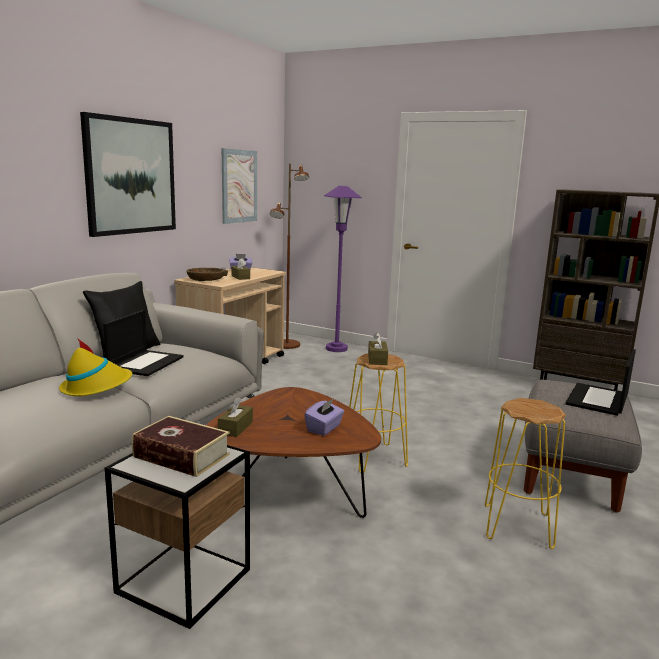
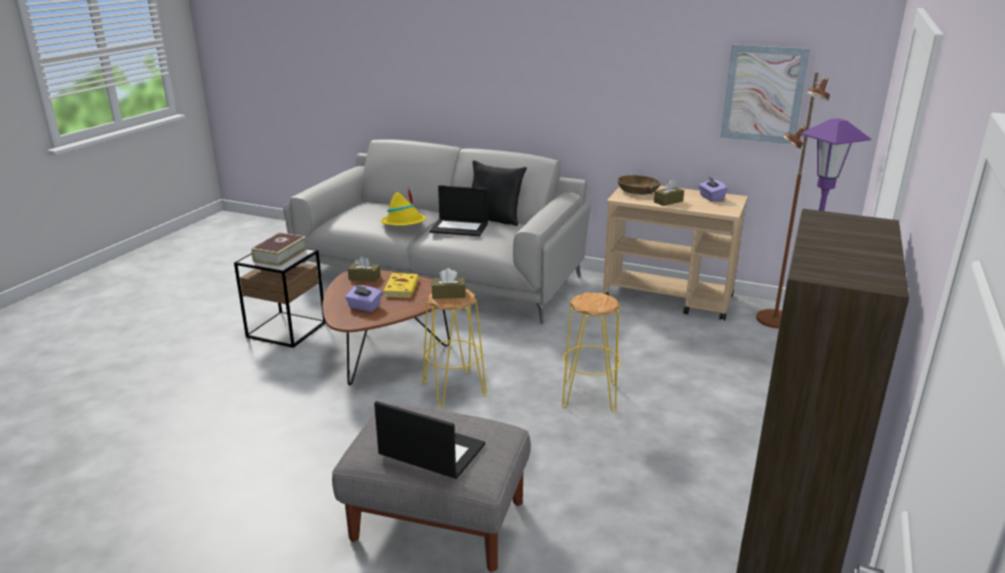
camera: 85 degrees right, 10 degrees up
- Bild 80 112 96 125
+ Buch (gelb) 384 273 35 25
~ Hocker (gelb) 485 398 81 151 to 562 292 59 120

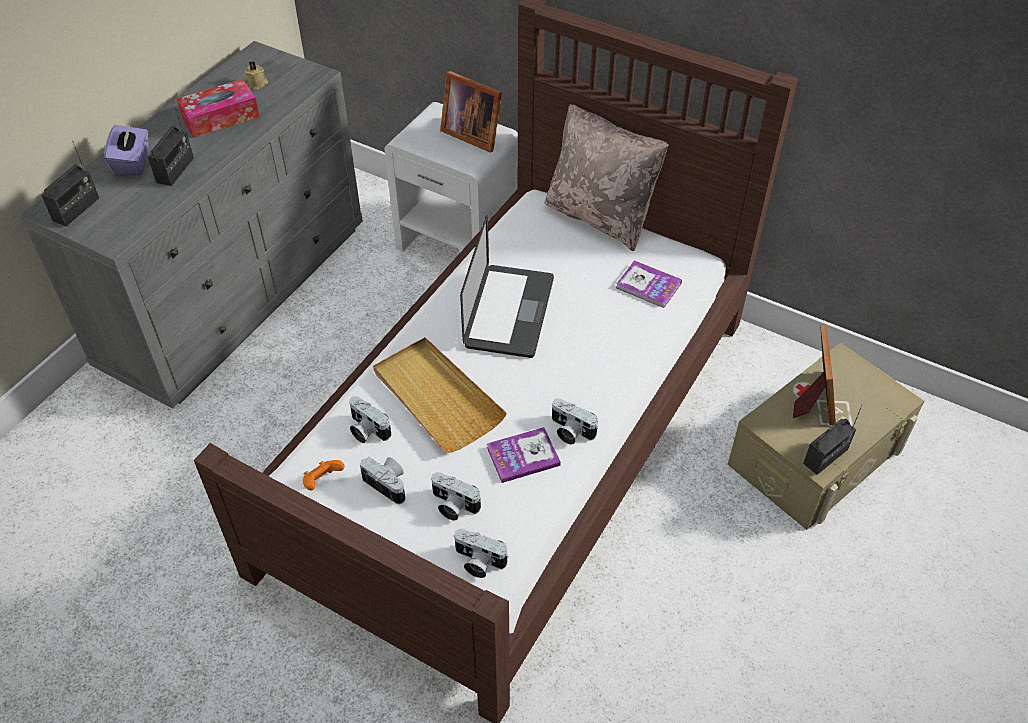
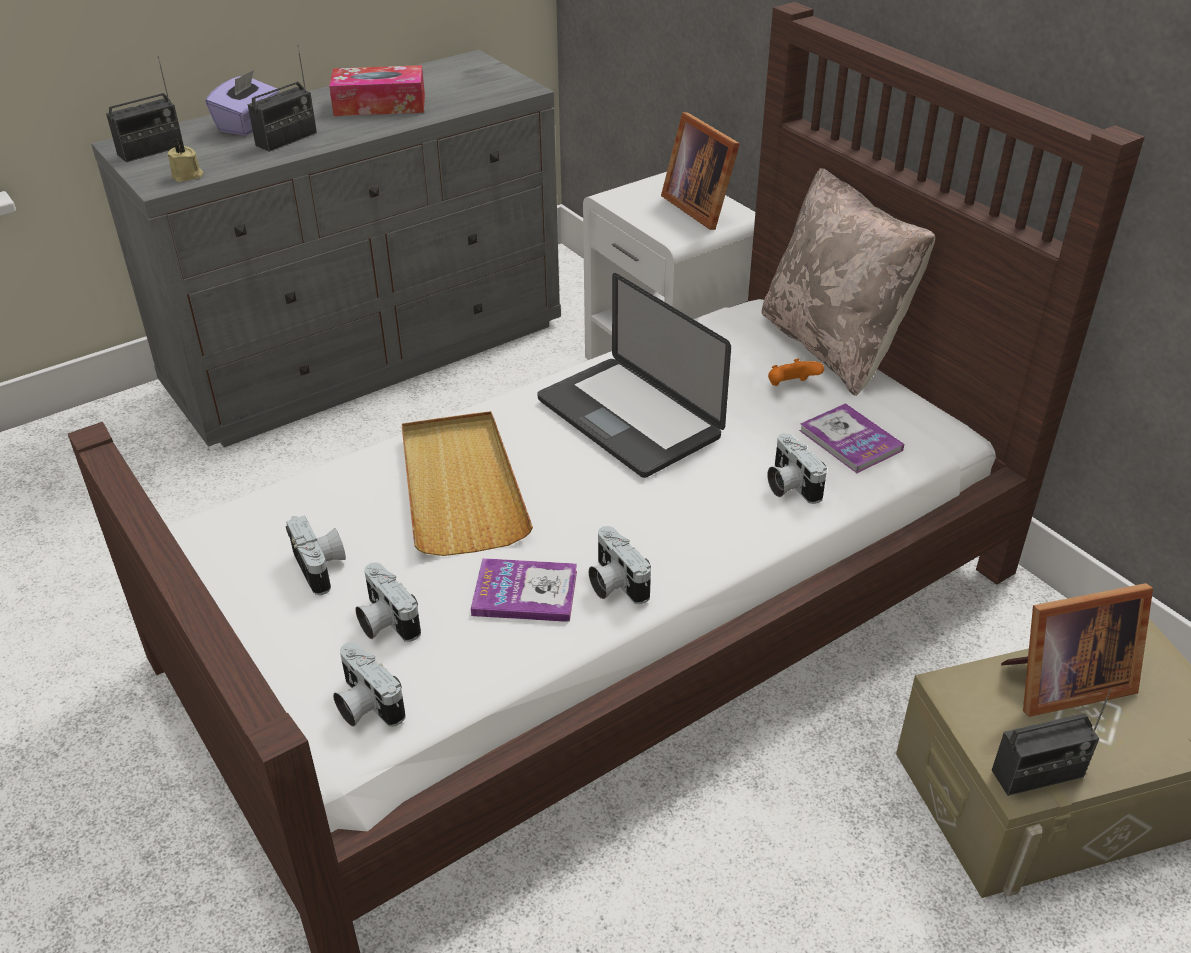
camera: 25 degrees right, 10 degrees down
~ Kerze (beige) 245 61 23 29 to 167 139 36 43
~ Gamepad (orange) 303 460 42 30 to 768 358 56 28
~ Kamera 349 396 43 47 to 767 433 60 71
~ Laptop 460 215 94 143 = 537 273 194 205 105 degrees clockwise
~ Bilderrahmen 793 325 43 100 = 1001 583 152 134 45 degrees clockwise

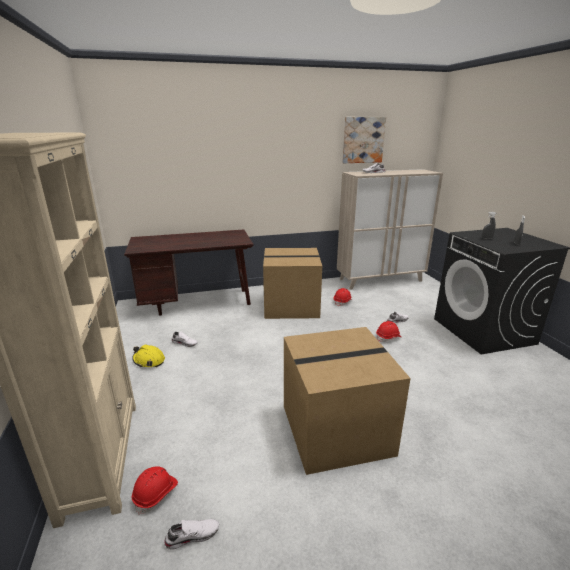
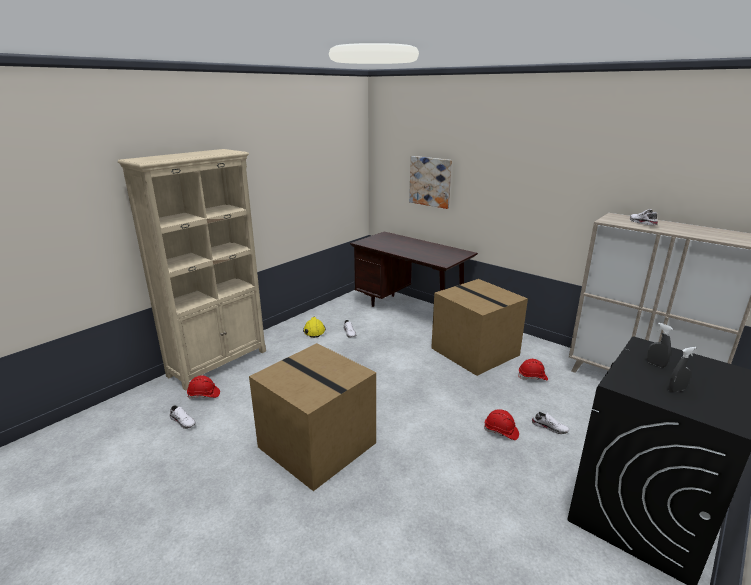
camera: 55 degrees right, 0 degrees up
~ Bild 342 117 44 46 to 409 156 43 53

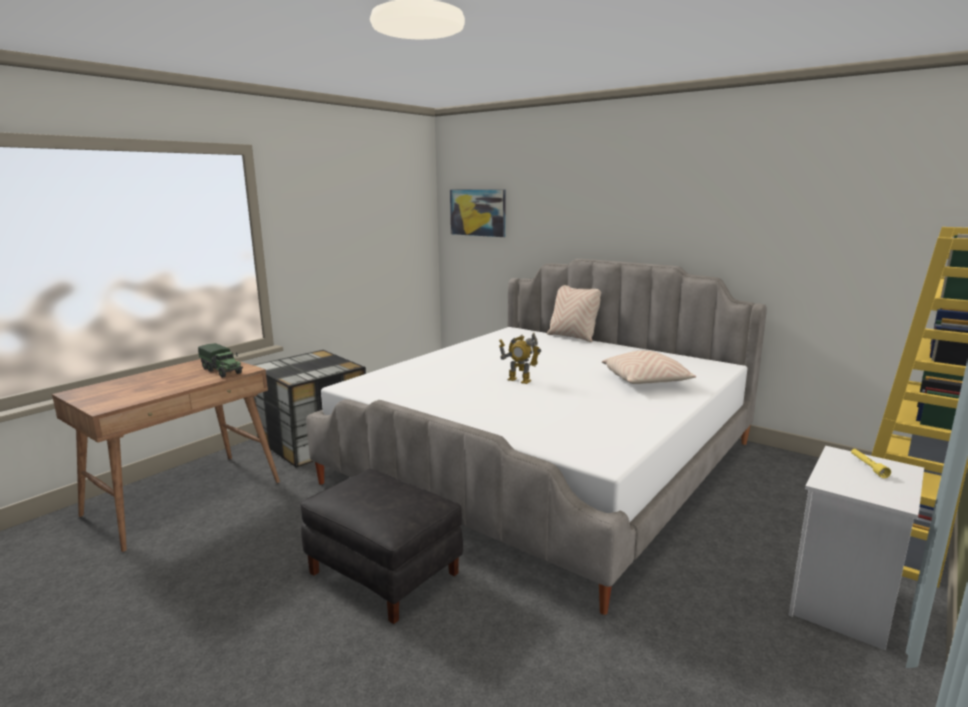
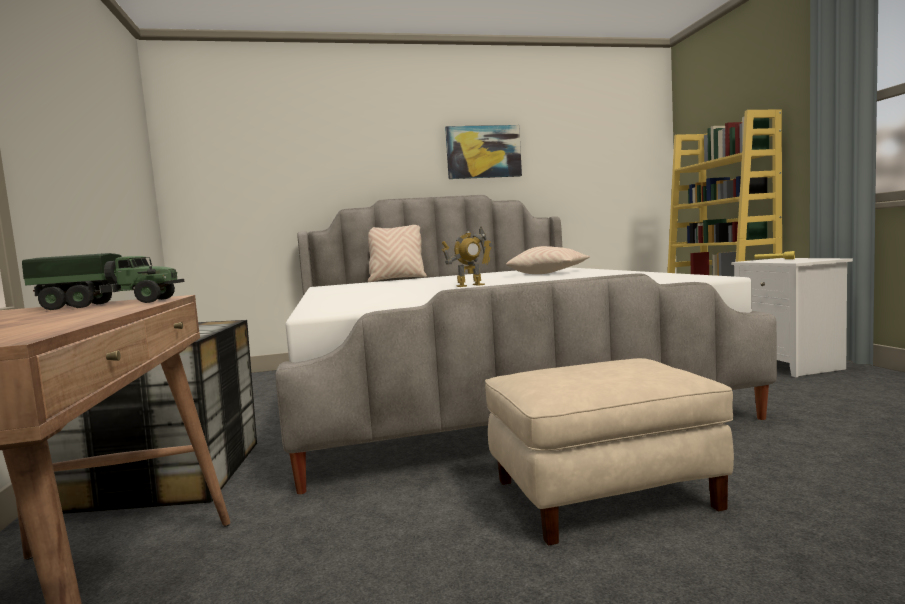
camera: 50 degrees left, 10 degrees down
~ Bild 450 190 55 47 to 445 125 77 54
~ Polsterhocker (schwarz) 300 469 163 155 to Polsterhocker (beige) 485 358 249 187

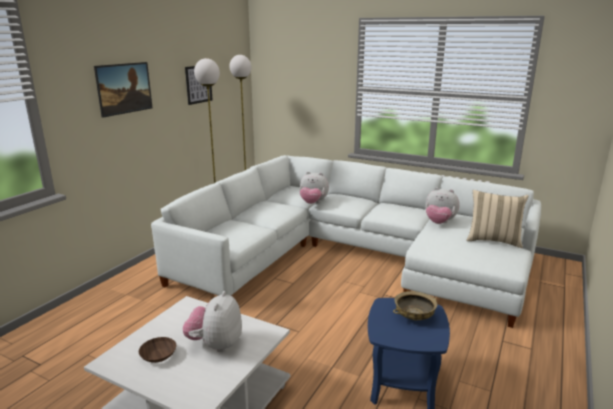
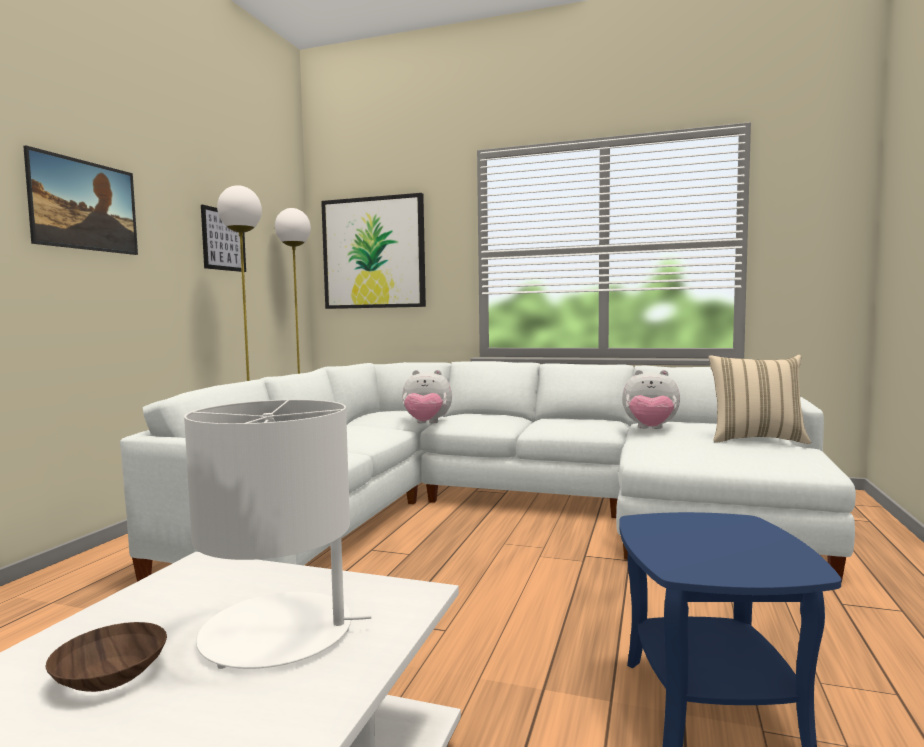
camera: 10 degrees left, 15 degrees down
- Schüssel (beige) 393 291 44 29
+ Bild 321 193 105 116
~ Plüschtier 183 291 59 61 to Tischlampe (weiß) 184 399 187 270

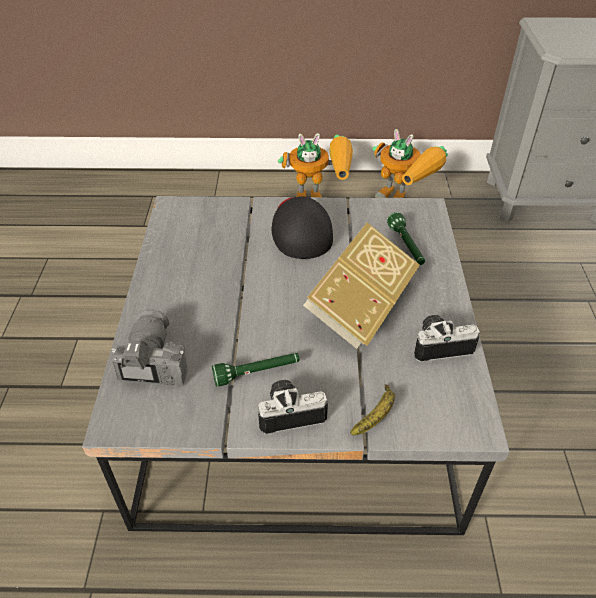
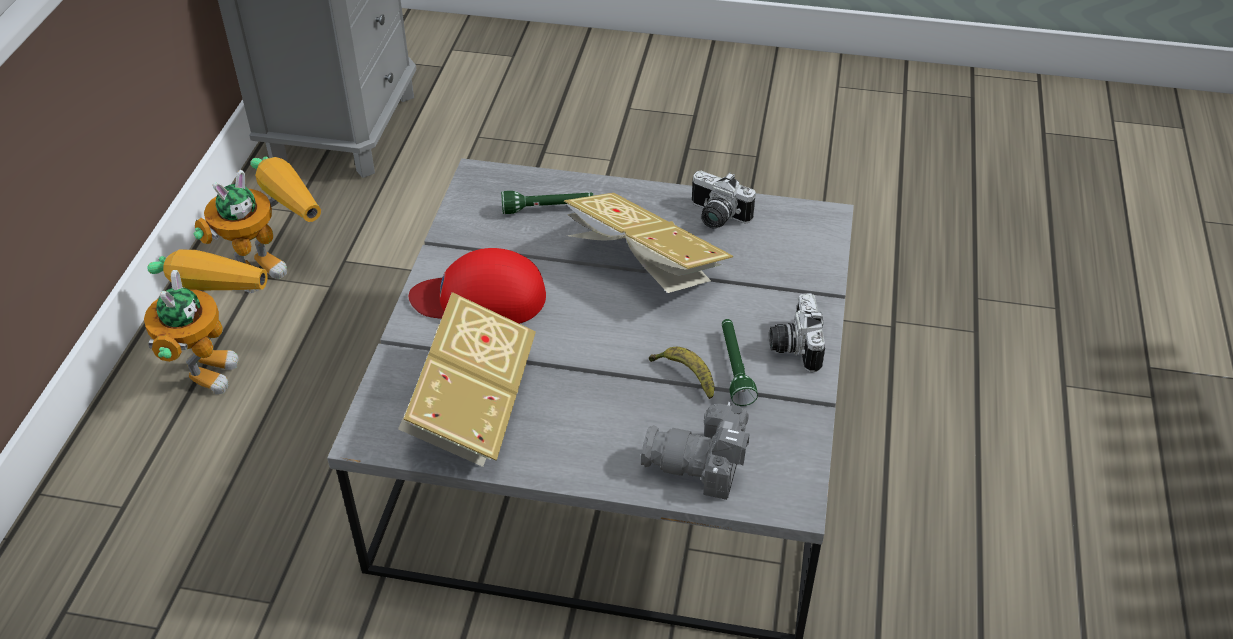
camera: 80 degrees left, 0 degrees up
+ Buch 398 292 138 175
~ Banane 350 384 45 51 to 648 347 67 52
~ Kappe (schwarz) 272 196 61 63 to Kappe (rot) 409 248 137 76
~ Kamera 414 315 66 47 = 692 171 64 58 60 degrees counterclockwise

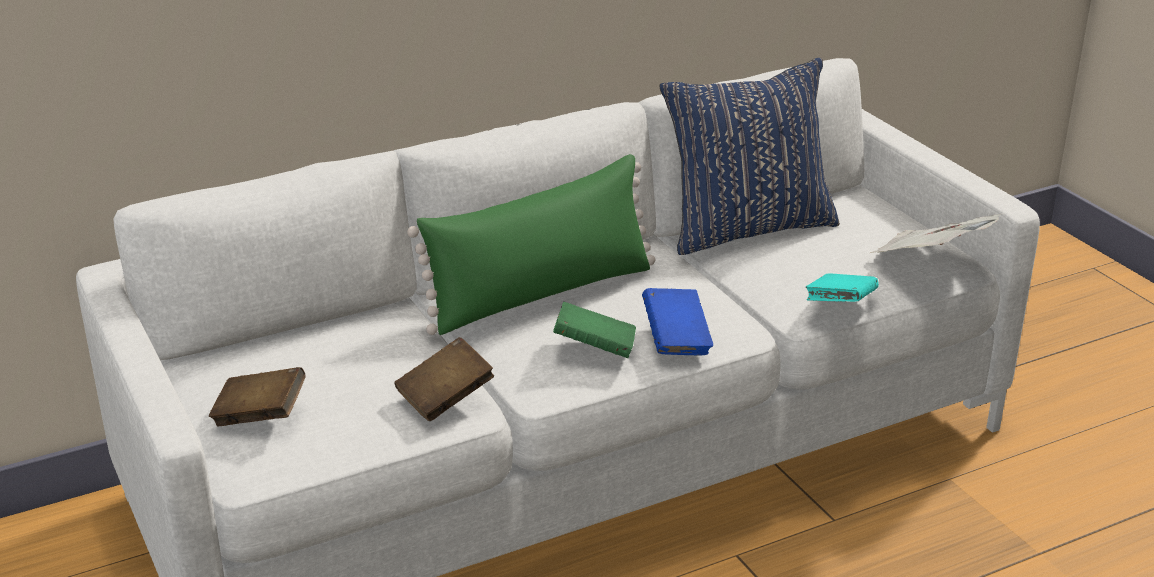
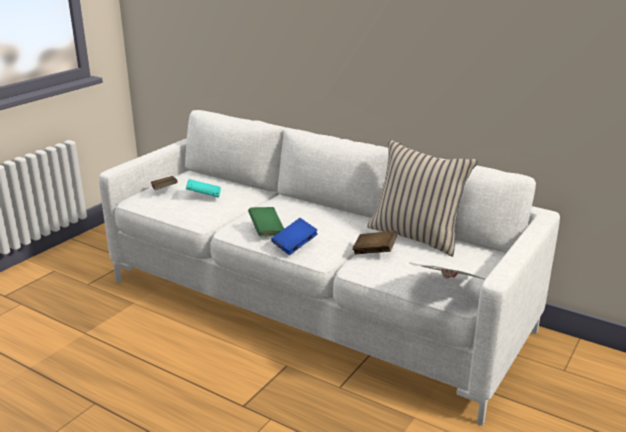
camera: 60 degrees right, 5 degrees down
- Kissen (grün) 407 154 248 181
~ Buch (braun) 394 337 100 84 to 352 231 46 23
~ Buch (türkis) 806 273 73 29 to 186 179 35 19
~ Kissen (blau) 660 58 180 197 to Kissen (beige) 367 140 111 117

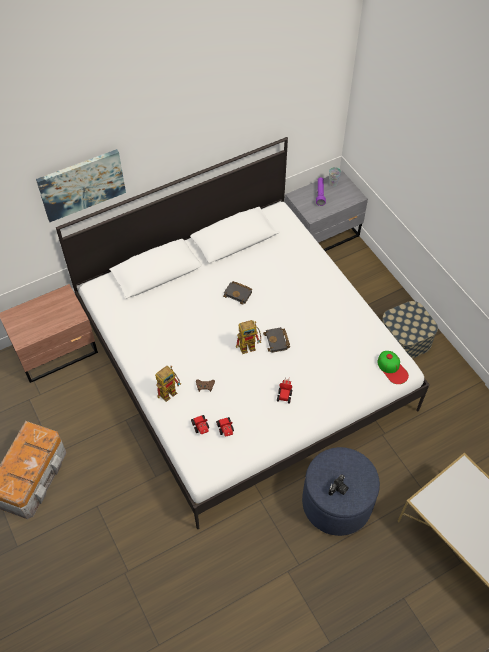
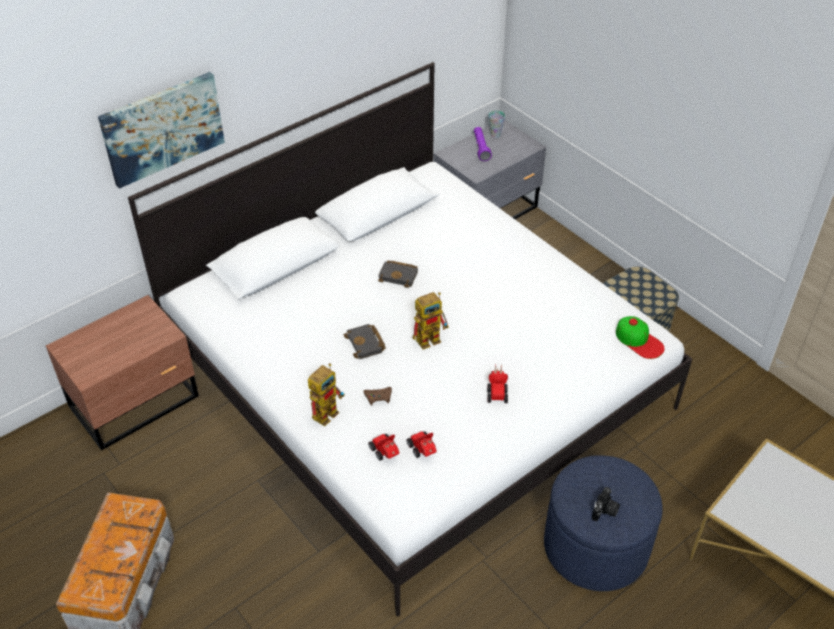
camera: 10 degrees left, 10 degrees down
~ Buch (schwarz) 263 327 27 26 to 343 324 43 35

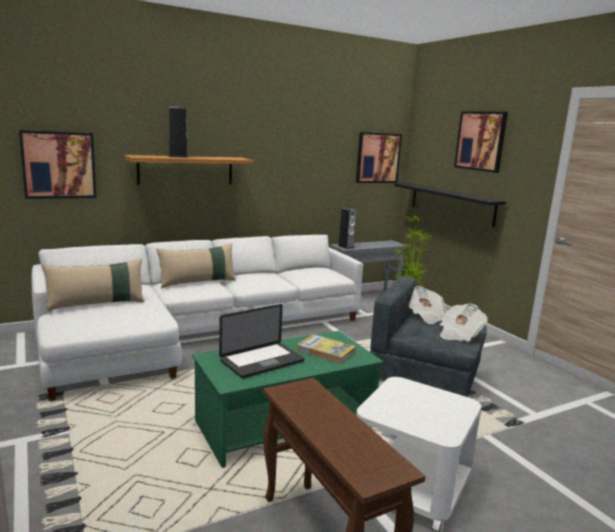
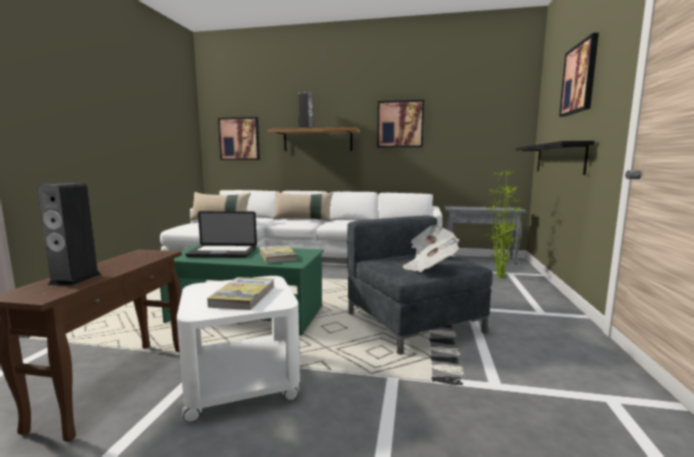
camera: 40 degrees right, 5 degrees down
+ Buch 207 277 68 33
~ Lautsprecher 338 207 19 42 to 37 183 64 103
~ Bild 356 132 46 51 to 377 100 47 48

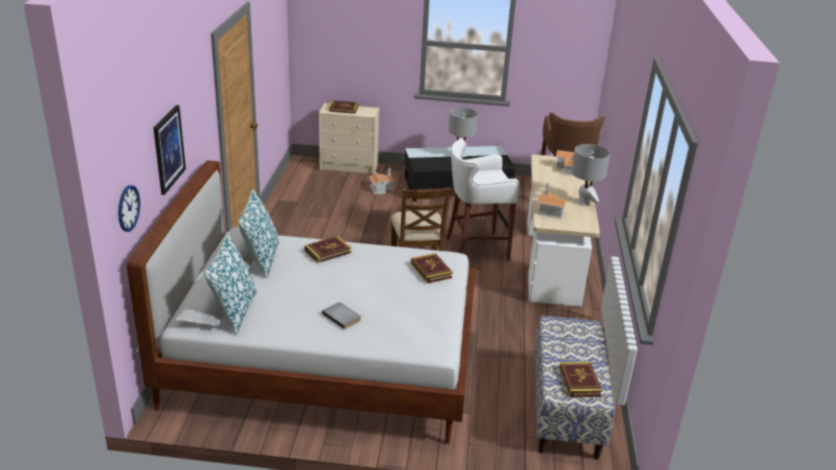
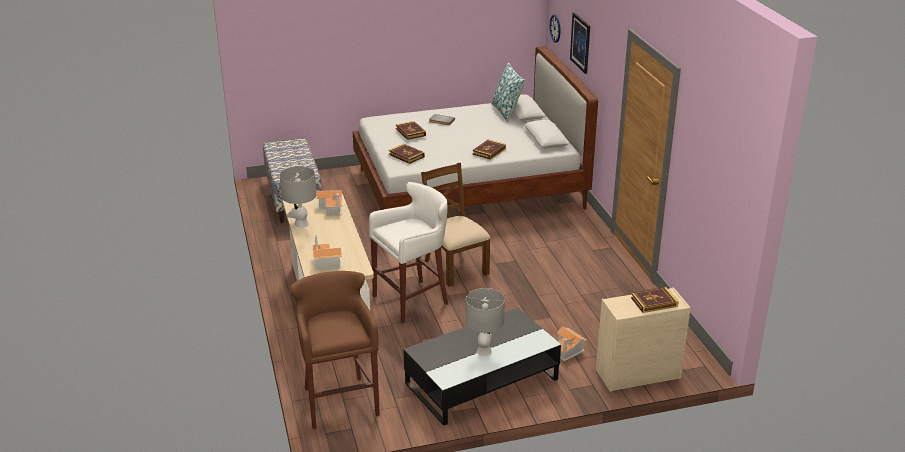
camera: 160 degrees right, 0 degrees up
- Kissen 238 189 41 89
~ Buch 559 362 43 35 to 396 121 30 19

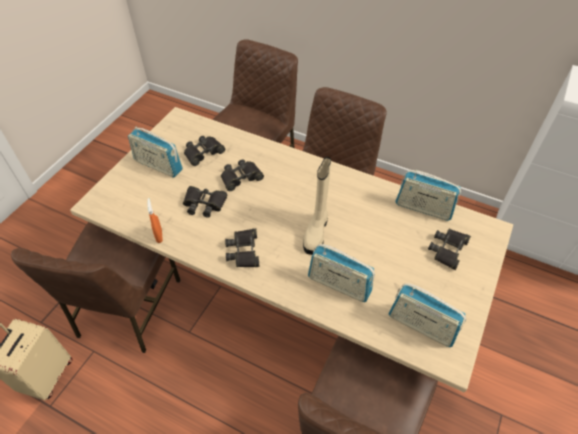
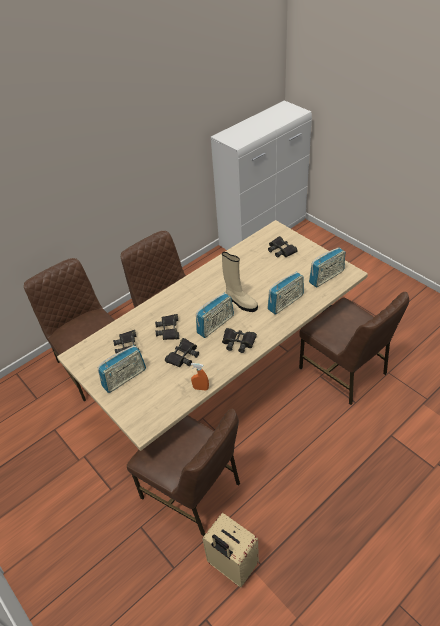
camera: 65 degrees left, 5 degrees down
~ Radio 395 170 66 51 to 196 293 38 45

